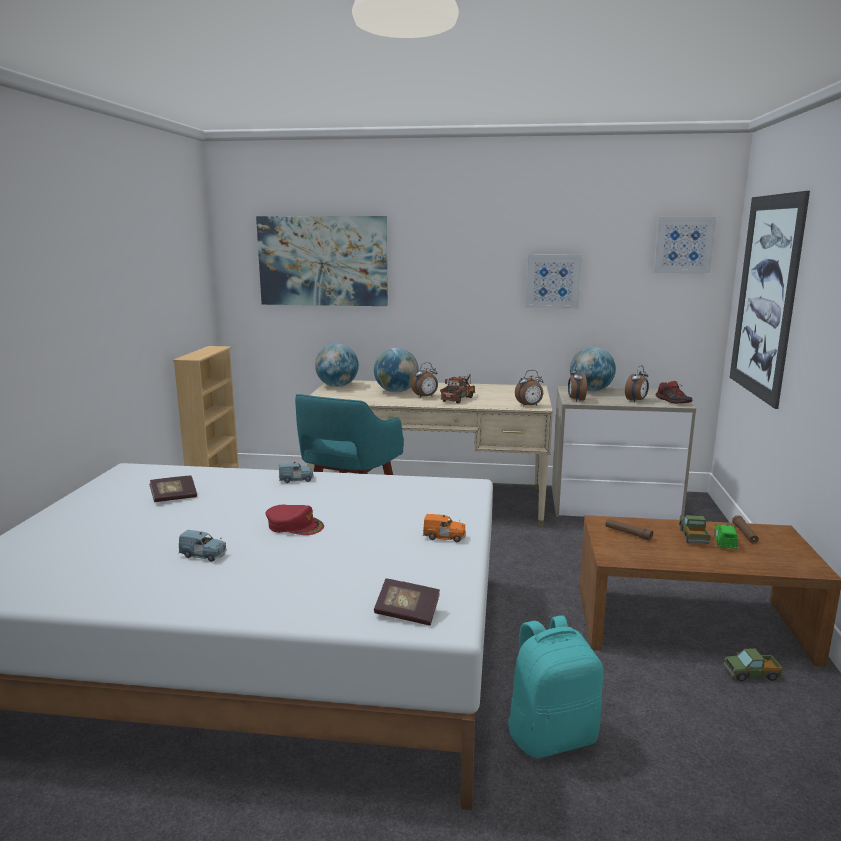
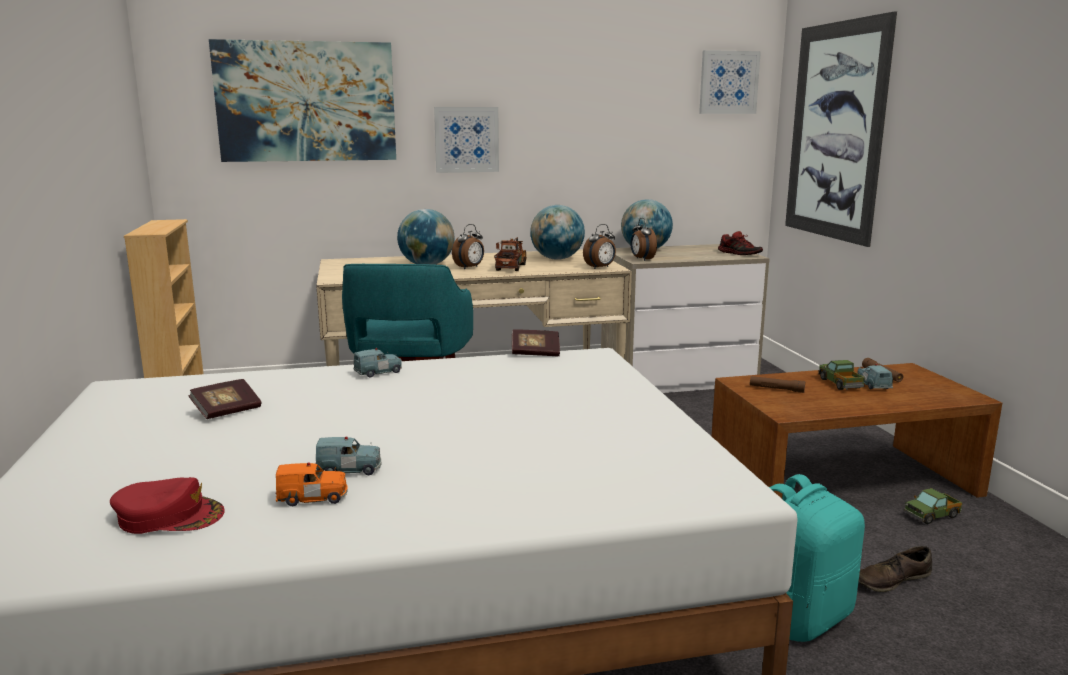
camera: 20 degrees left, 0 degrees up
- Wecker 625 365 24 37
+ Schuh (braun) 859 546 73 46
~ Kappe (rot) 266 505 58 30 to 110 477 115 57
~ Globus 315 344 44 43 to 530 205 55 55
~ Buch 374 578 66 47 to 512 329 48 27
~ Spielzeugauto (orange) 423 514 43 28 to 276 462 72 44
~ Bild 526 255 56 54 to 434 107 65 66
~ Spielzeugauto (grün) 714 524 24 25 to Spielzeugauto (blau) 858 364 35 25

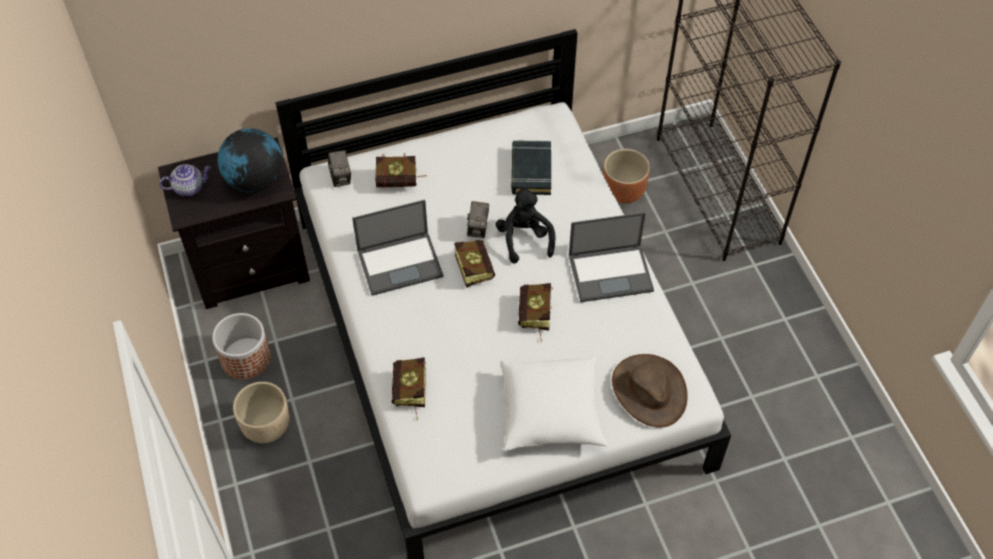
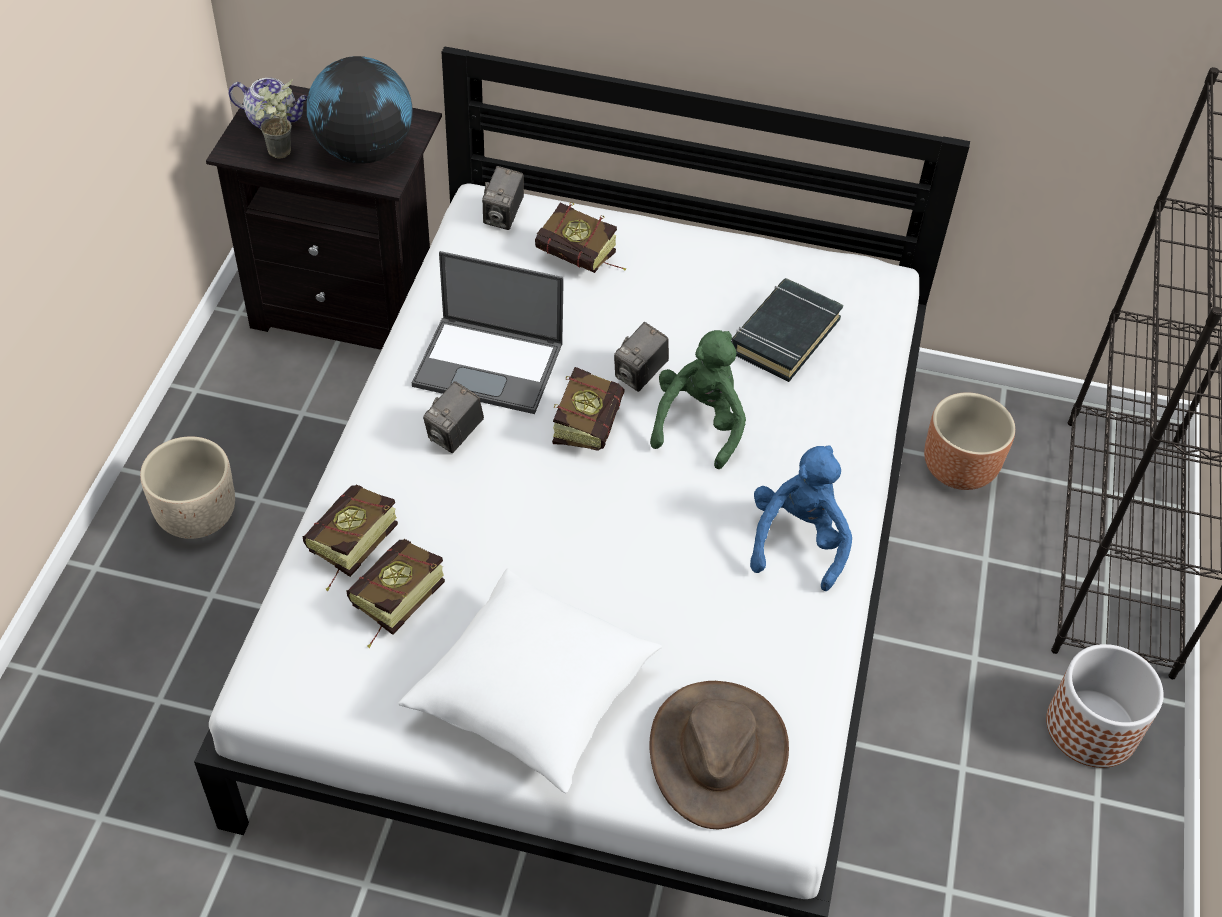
camera: 30 degrees right, 5 degrees down
+ Topfpflanze 254 79 40 80
+ Kamera 423 381 61 72
~ Pflanzkübel 212 313 59 67 to 1046 644 118 124
~ Buch 518 283 35 60 to 346 539 99 109
~ Laptop 569 212 85 90 to Plüschtier (blau) 750 445 102 146
~ Plüschtier (schwarz) 496 187 59 77 to Plüschtier (grün) 650 330 96 139

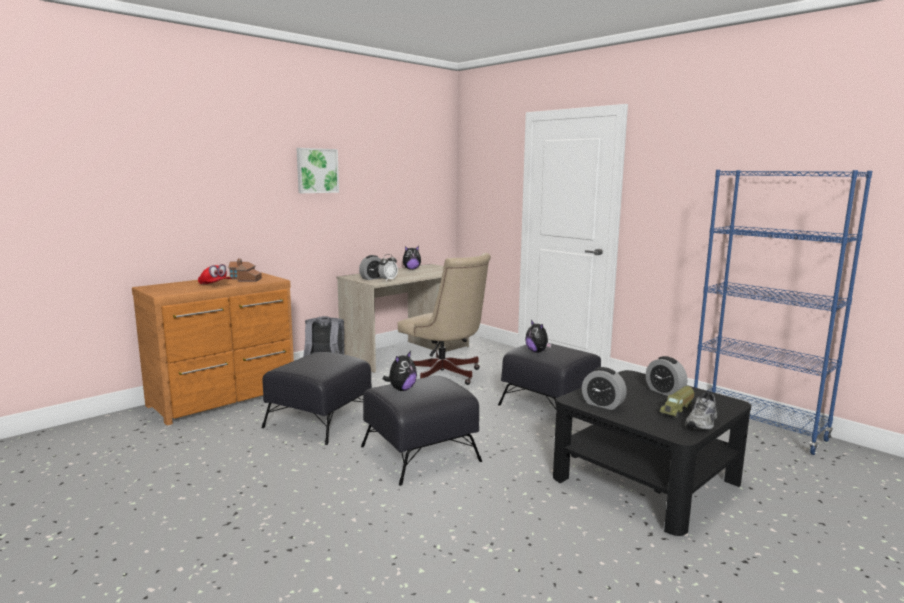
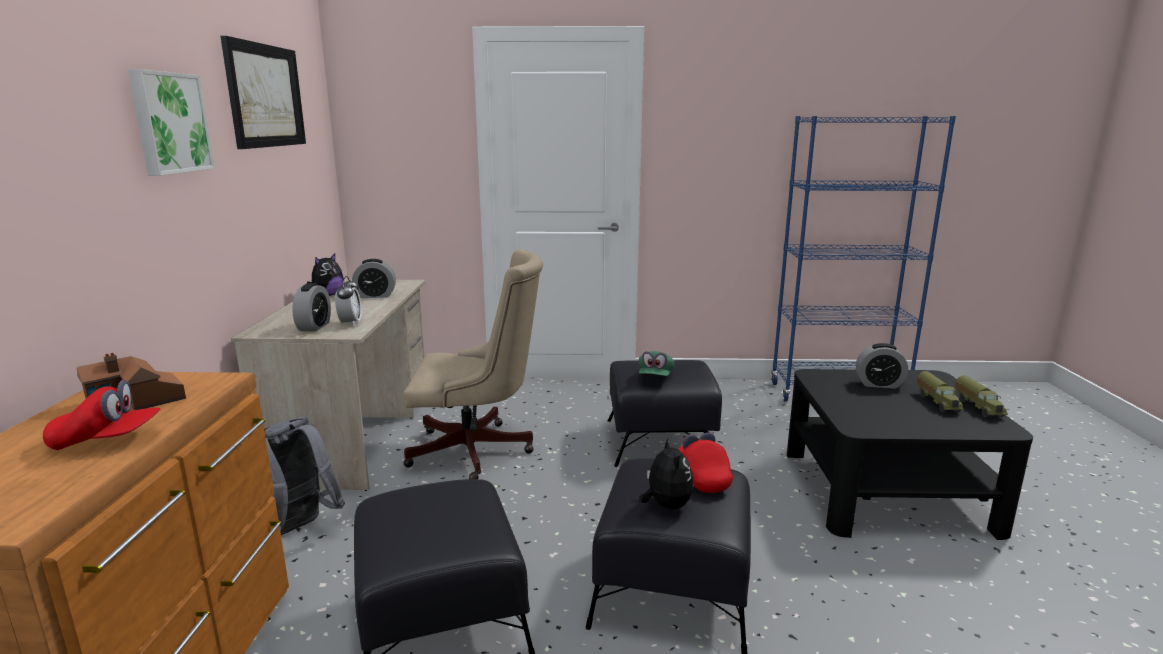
camera: 45 degrees left, 5 degrees up
+ Bild 221 36 85 113
+ Kappe (rot) 678 432 55 61
~ Wecker 582 367 45 43 to 352 259 44 39
~ Plüschtier 525 320 27 33 to Kappe (grün) 639 351 36 25
~ Schuh (grau) 685 392 32 38 to Spielzeuglaster 955 375 53 43

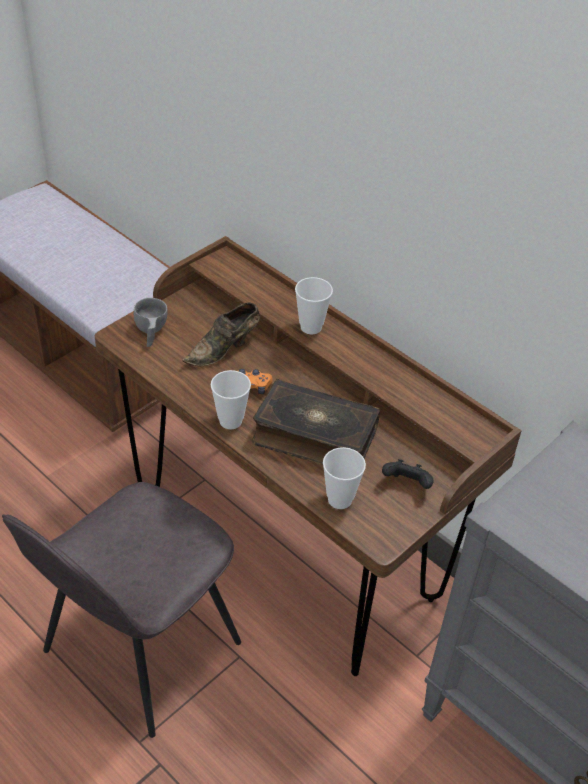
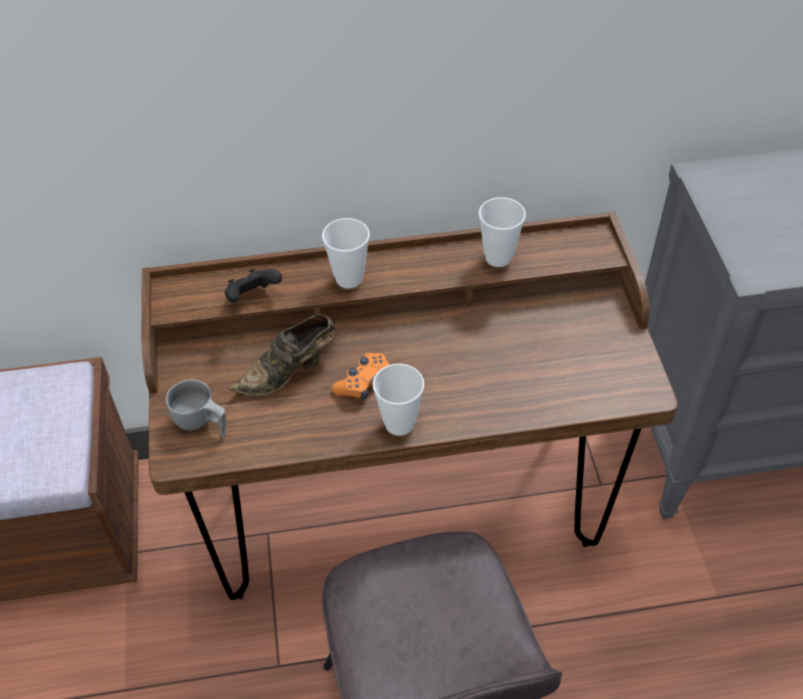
camera: 50 degrees left, 5 degrees up
- Buch 252 379 128 86
~ Tasse 323 447 43 62 to 479 197 47 70
~ Gamepad (schwarz) 382 459 52 30 to 225 268 57 34
~ Schuh (braun) 182 302 78 64 = 229 314 108 82 60 degrees clockwise

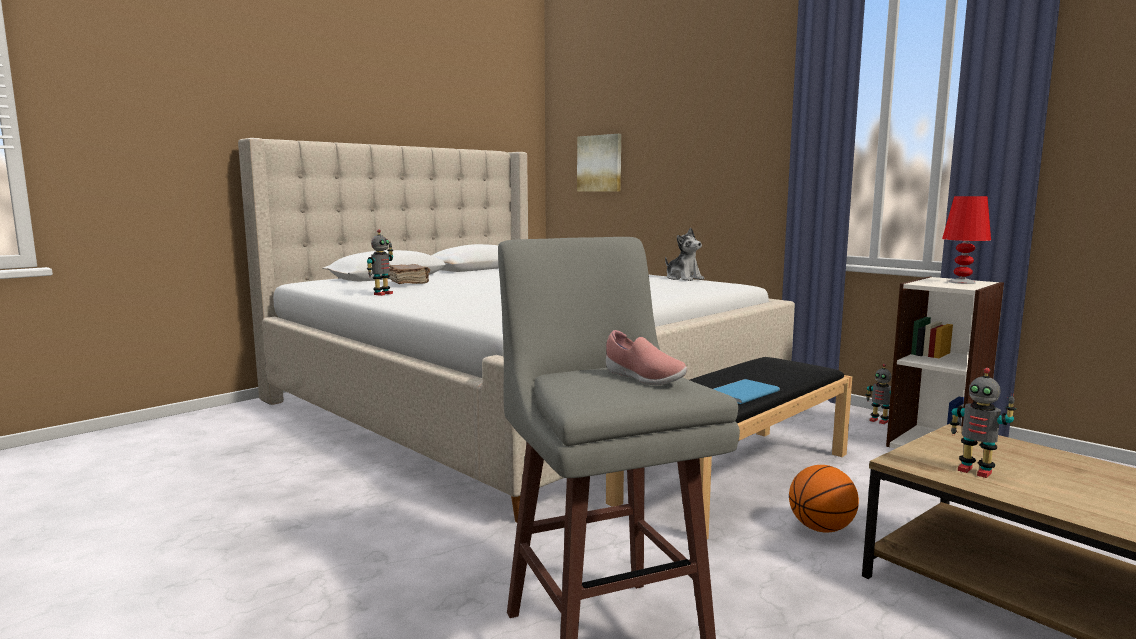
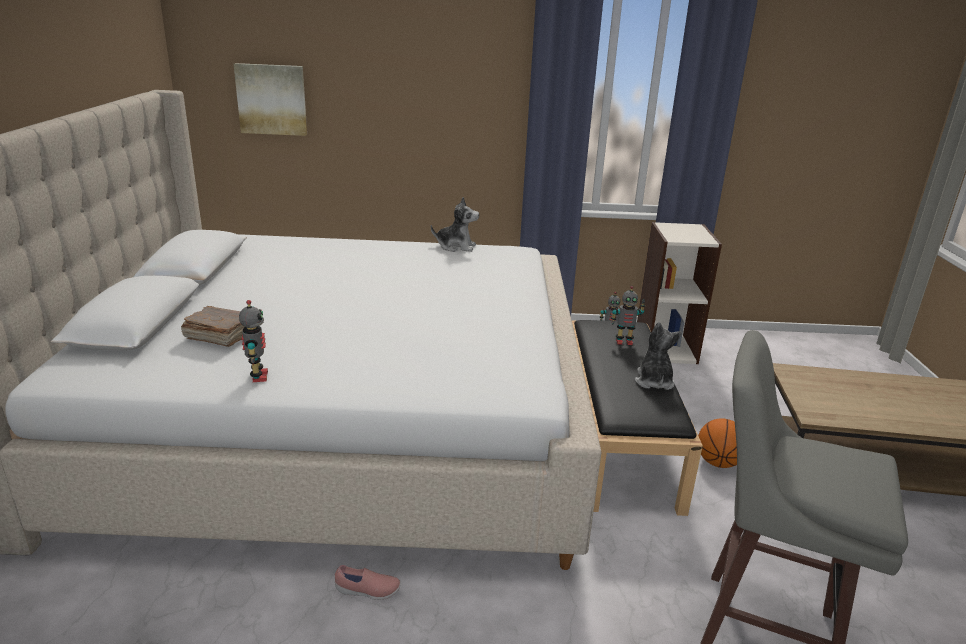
camera: 45 degrees left, 15 degrees up
- Tischlampe (rot) 942 196 49 88
~ Schuh (rosa) 606 330 81 55 to 335 565 66 35
~ Spielzeugroboter 950 368 66 110 to 611 286 34 59
~ Buch (blau) 714 379 66 25 to Plüschtier 635 322 47 68

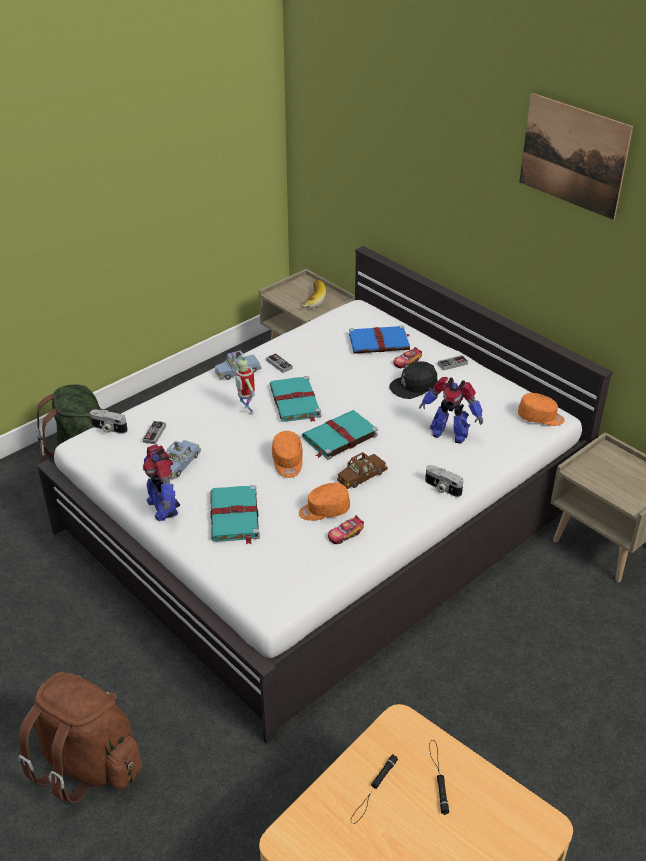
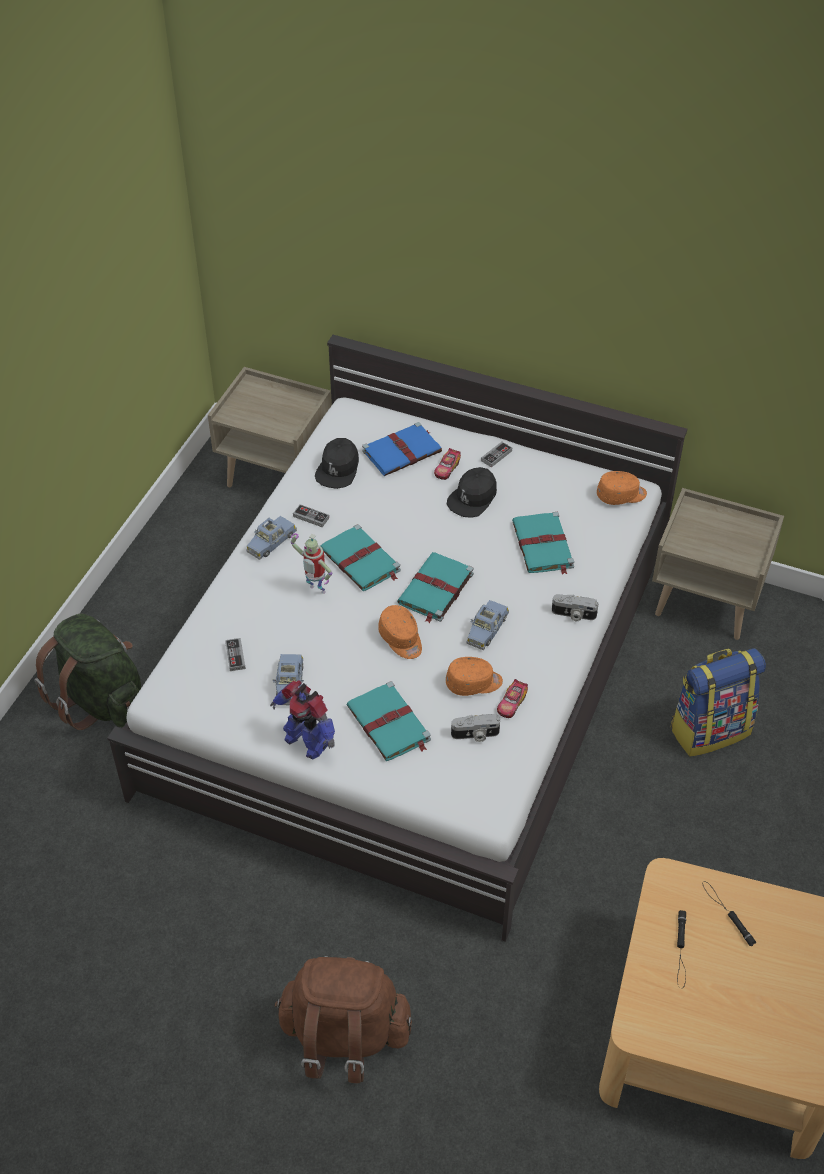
camera: 25 degrees left, 10 degrees up
- Banane 302 279 24 29
- Bild 519 93 114 127
+ Kappe (schwarz) 315 438 44 51
+ Rucksack 670 648 96 109
~ Kamera 90 409 38 25 to 451 714 49 28
~ Spielzeugroboter 419 377 64 66 to Buch (türkis) 512 512 62 63
~ Spielzeugauto (braun) 337 452 50 37 to Spielzeugauto (blau) 467 600 42 50
~ Kappe (orange) 299 483 51 38 = 446 657 57 39 150 degrees counterclockwise

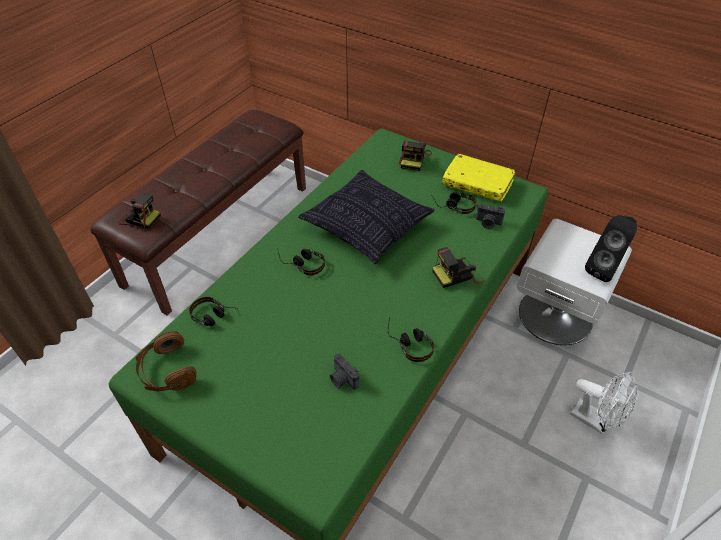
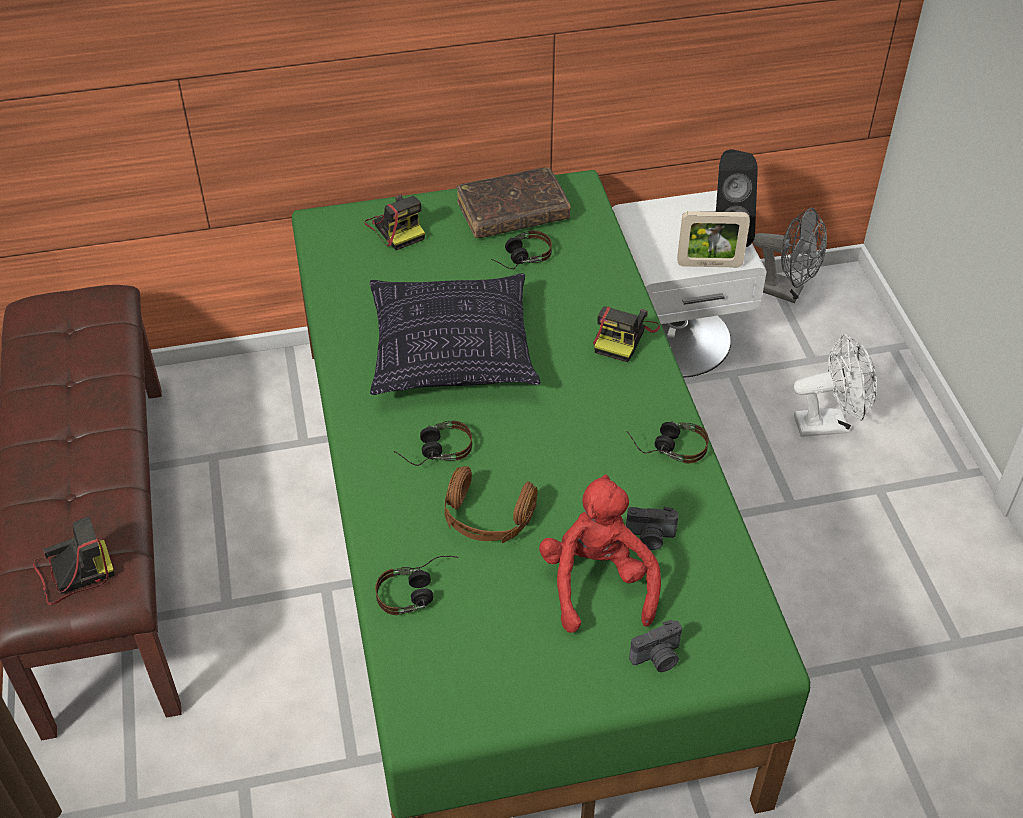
camera: 45 degrees left, 0 degrees up
+ Plüschtier (rot) 539 474 122 159
+ Bilderrahmen 677 211 73 56
+ Ventilator (grau) 753 208 74 95
~ Kopfhörer (braun) 136 331 61 60 to 444 466 94 77
~ Kamera 476 204 29 25 to 629 620 53 52
~ Buch (gelb) 442 154 73 48 to Buch (braun) 456 167 115 71

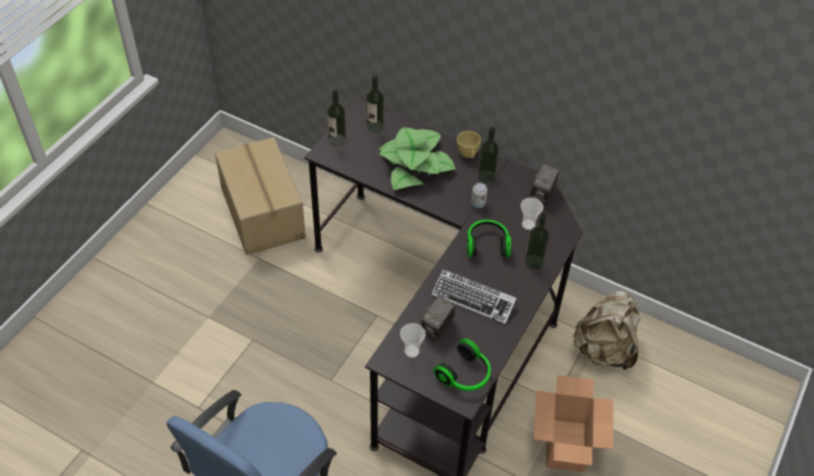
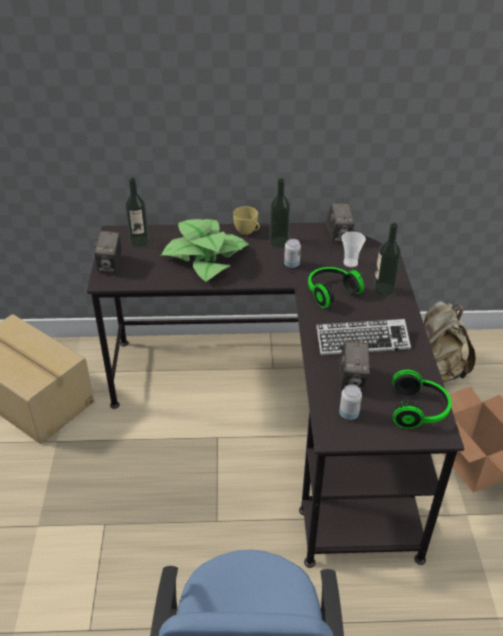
camera: 30 degrees left, 10 degrees down
~ Flasche 327 90 19 57 to Kamera 95 231 27 42
~ Tasse 400 323 26 35 to Dose 339 385 23 35

